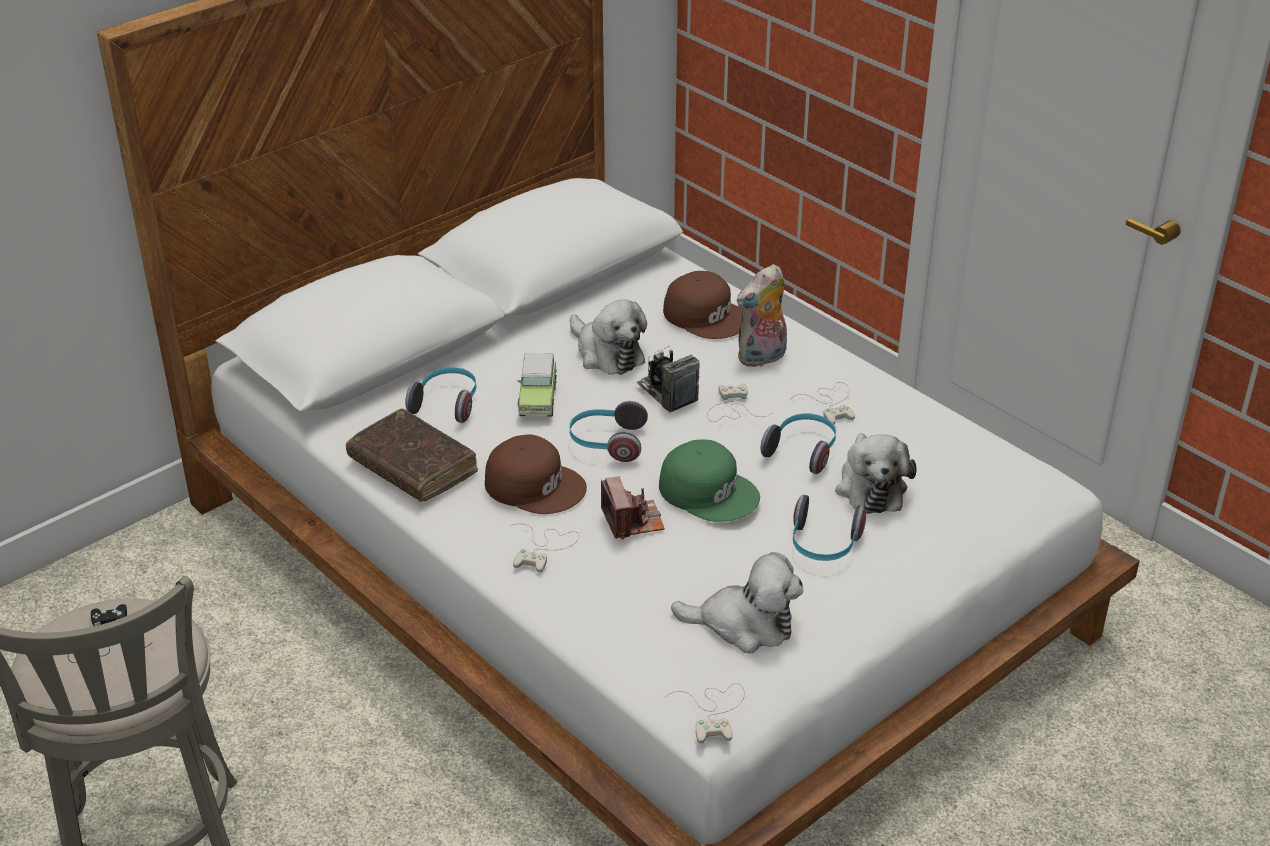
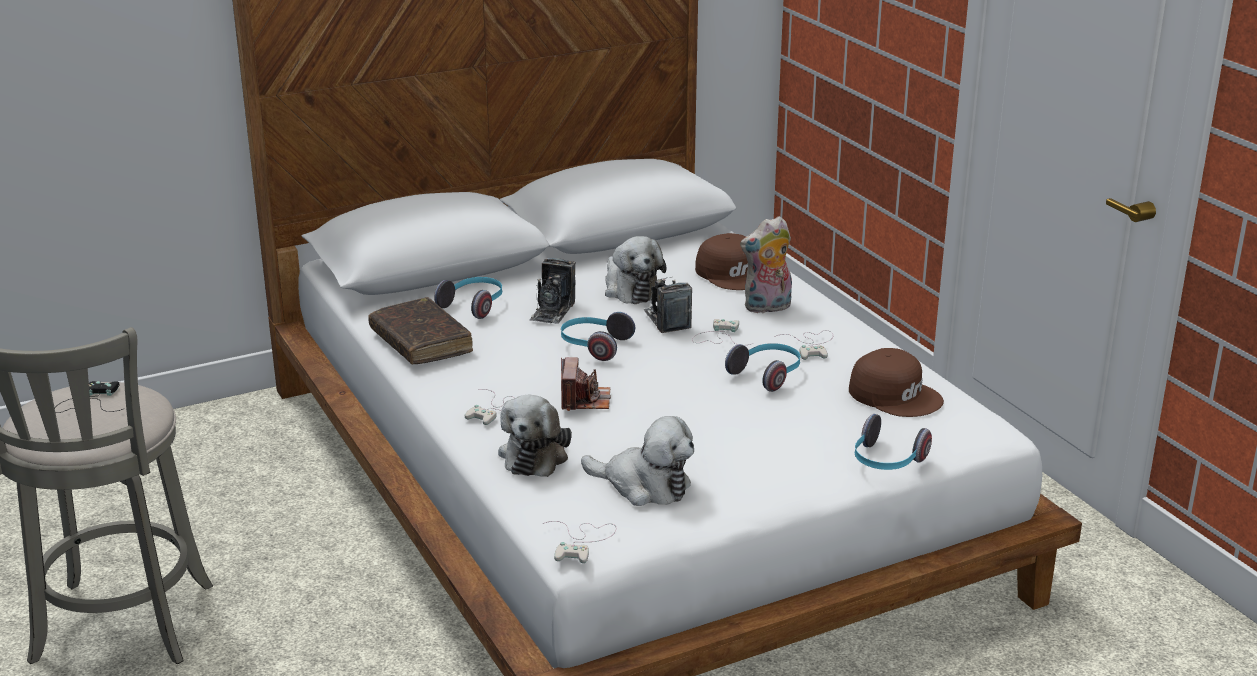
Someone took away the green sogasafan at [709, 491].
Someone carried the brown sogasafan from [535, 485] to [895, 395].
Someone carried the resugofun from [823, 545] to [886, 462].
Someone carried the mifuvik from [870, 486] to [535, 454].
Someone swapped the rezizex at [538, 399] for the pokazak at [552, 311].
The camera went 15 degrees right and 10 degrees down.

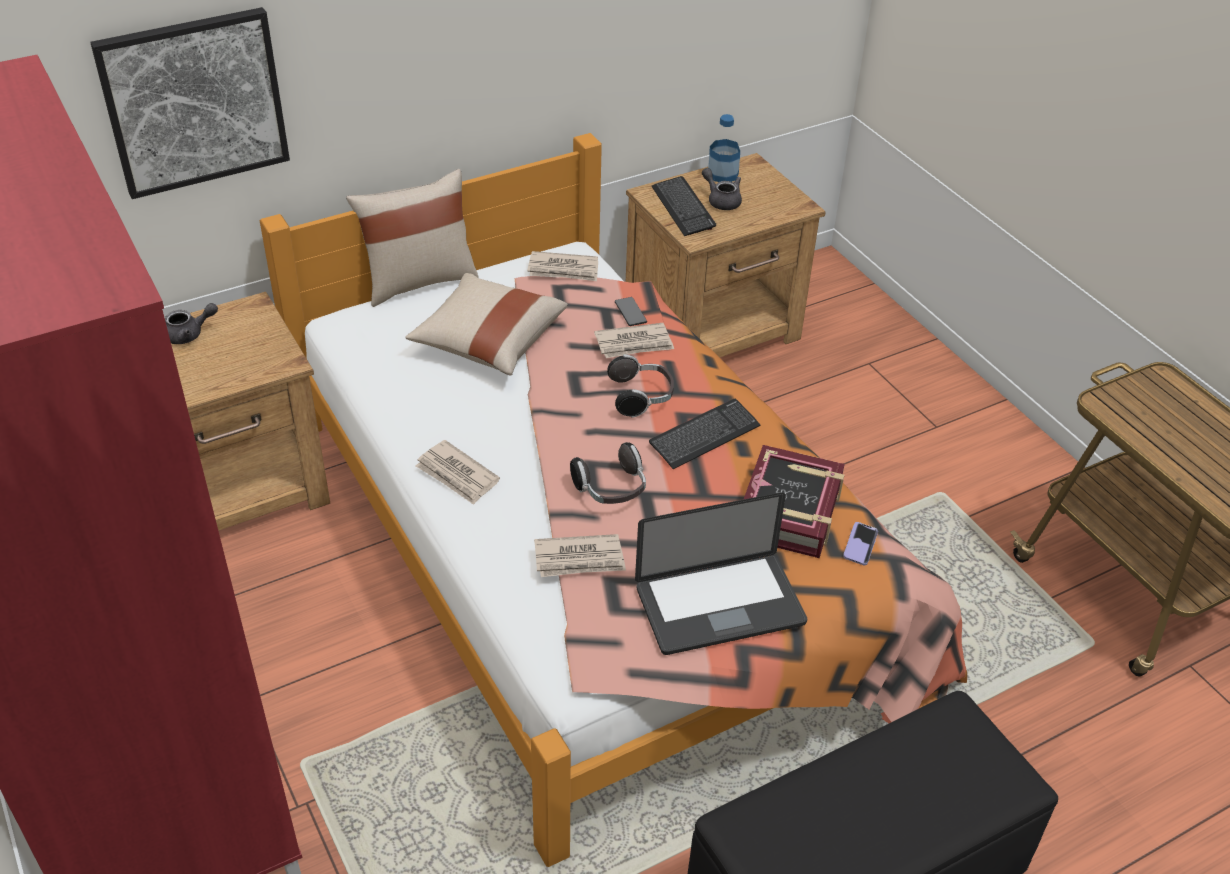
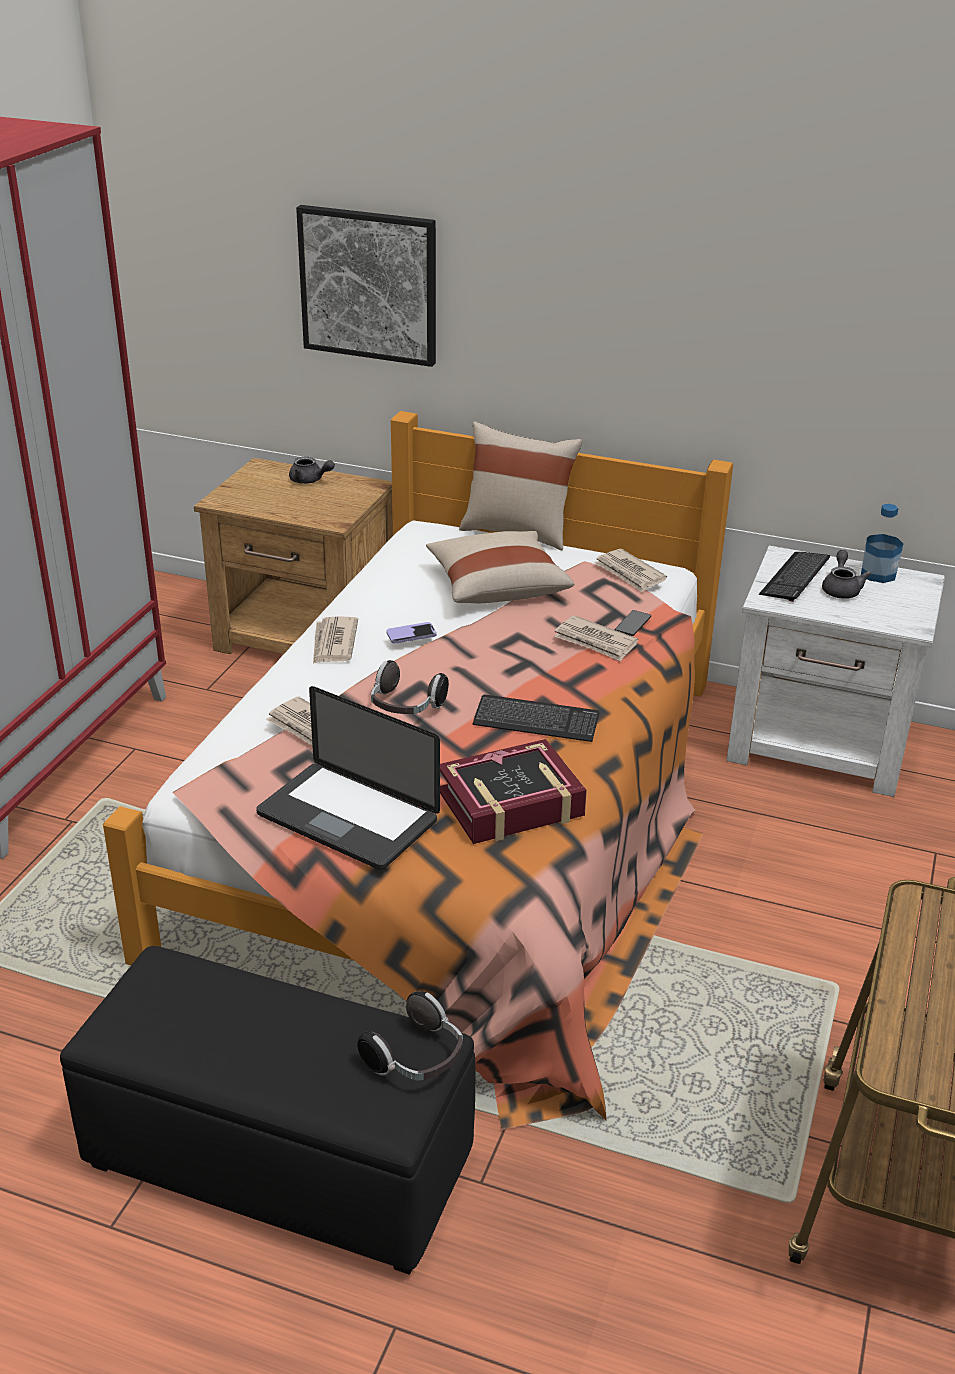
Someone carried the resugofun from [641, 397] to [416, 1058].
Someone carried the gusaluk from [860, 545] to [411, 634].
Someone repainted the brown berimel at [714, 329], which became the white berimel at [821, 745].
The camera went 50 degrees right and 10 degrees down.

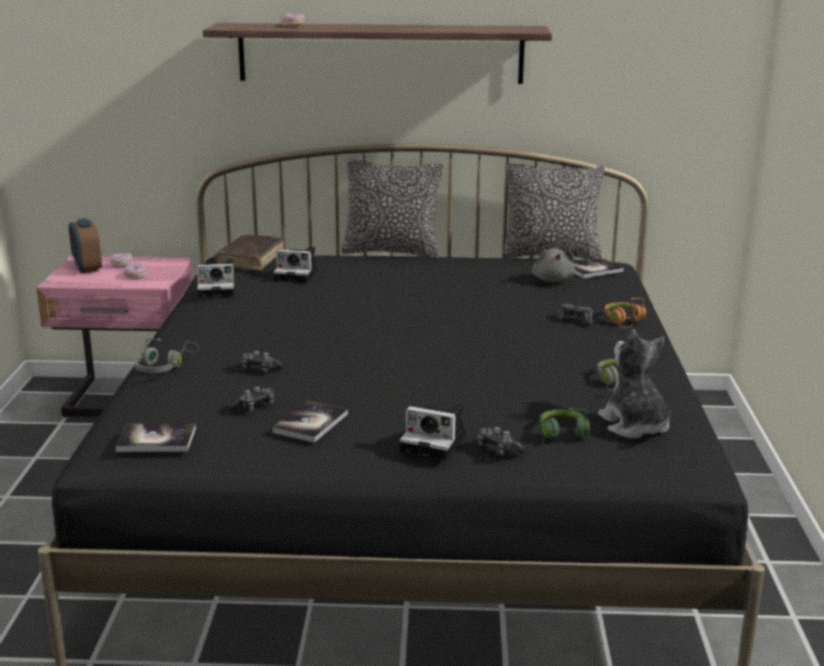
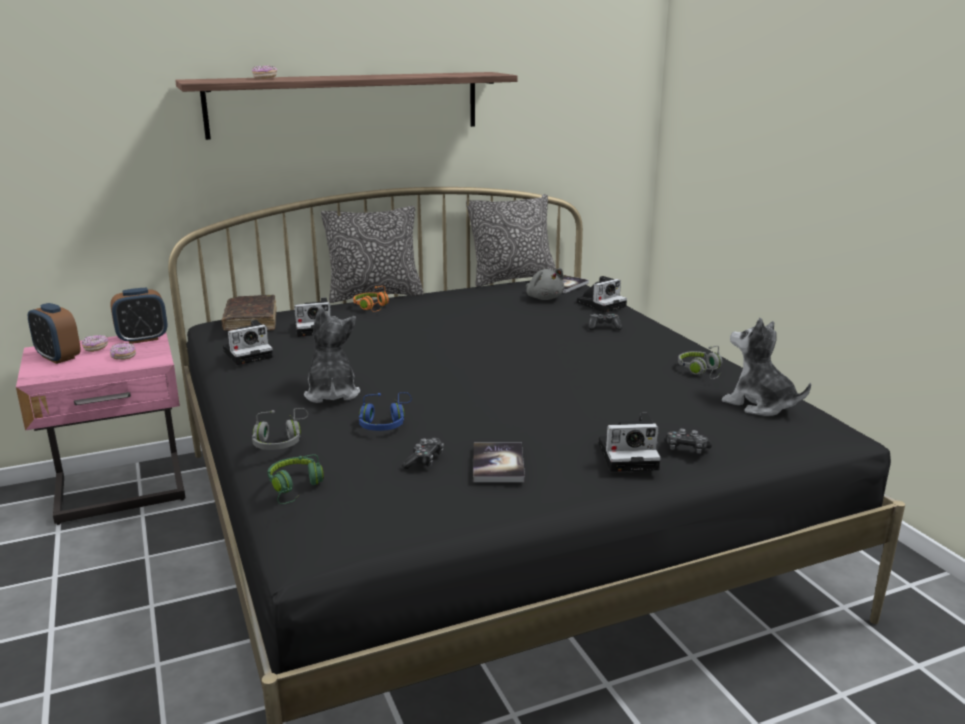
Someone took away the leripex at [156, 440].
Someone put down the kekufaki at [143, 339].
Someone put down the mifuvik at [331, 393].
Someone put down the pokazak at [602, 304].
Someone carried the green resugofun from [561, 436] to [295, 487].
Someone carried the orange resugofun from [625, 321] to [372, 307].
Someone swapped the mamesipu at [260, 369] for the blue resugofun at [385, 422].
The camera went 25 degrees left and 0 degrees up.

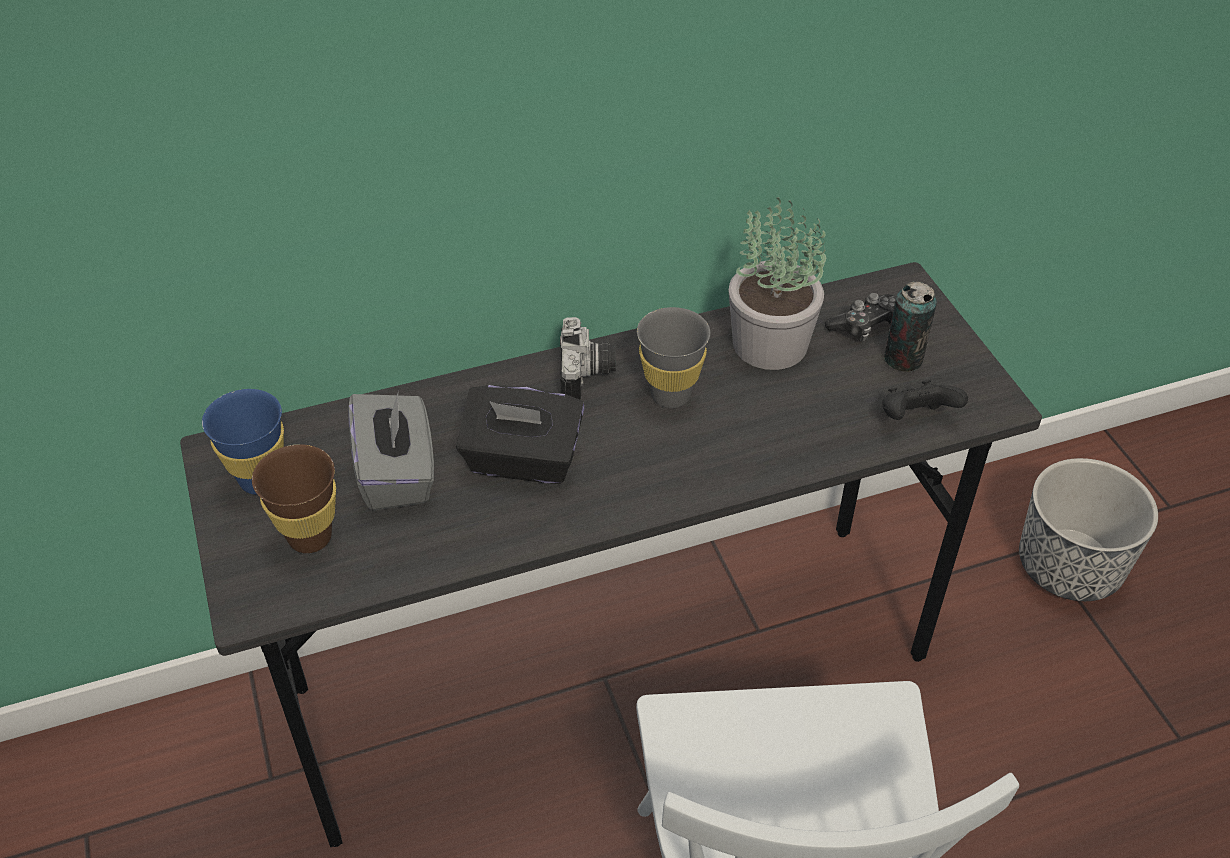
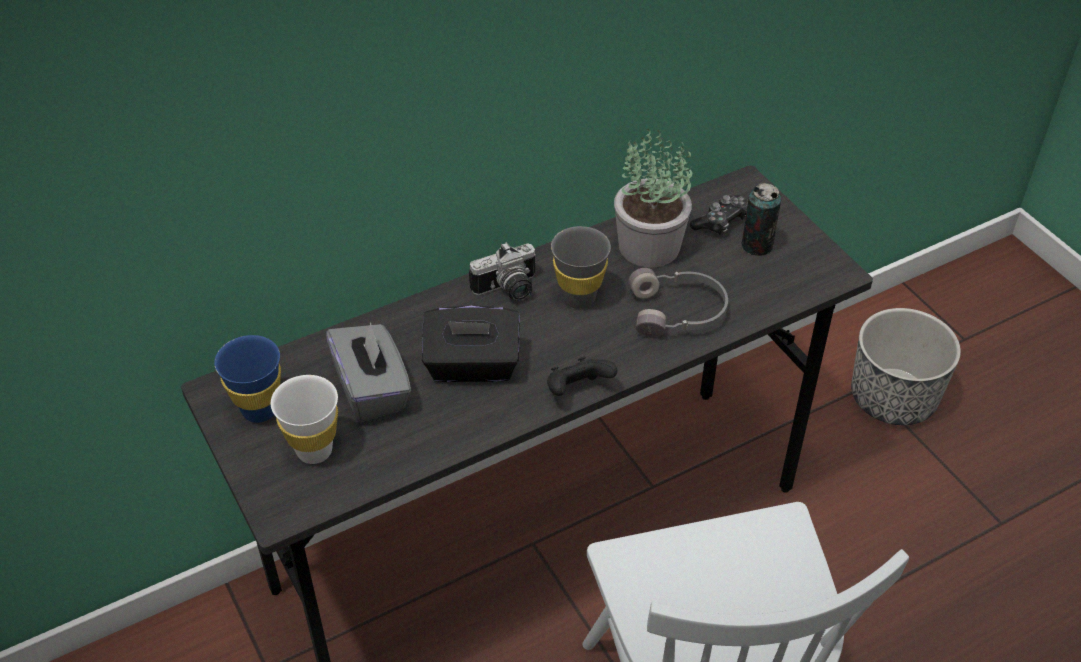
Someone put down the grey resugofun at [678, 312].
Someone carried the black mamesipu from [915, 419] to [577, 390].
Someone repainted the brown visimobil at [310, 537], which became the white visimobil at [314, 450].
Someone rotated the pokazak at [588, 376] by 75 degrees clockwise.
The camera went 10 degrees left and 0 degrees up.

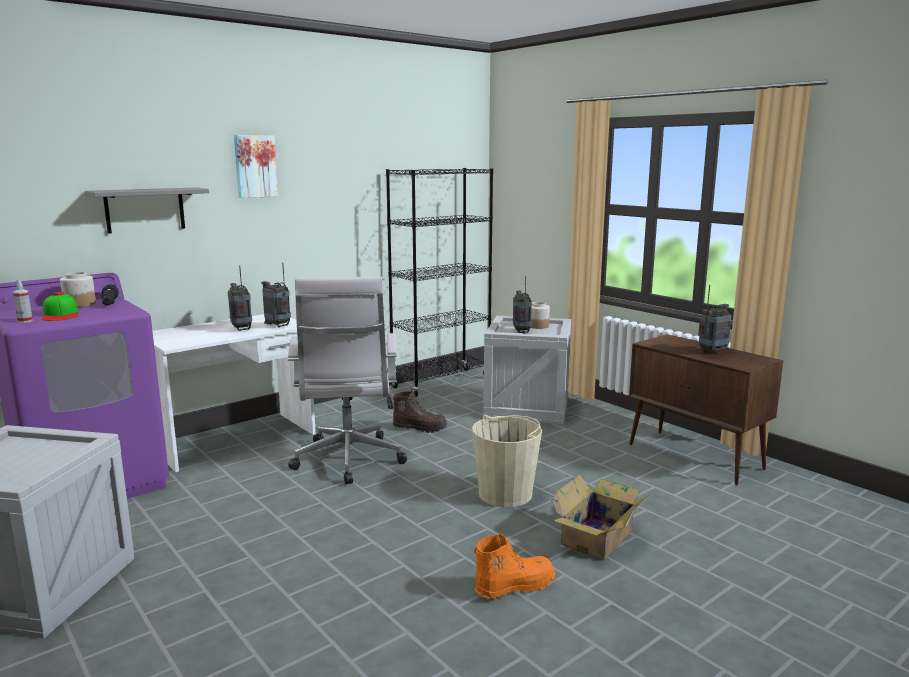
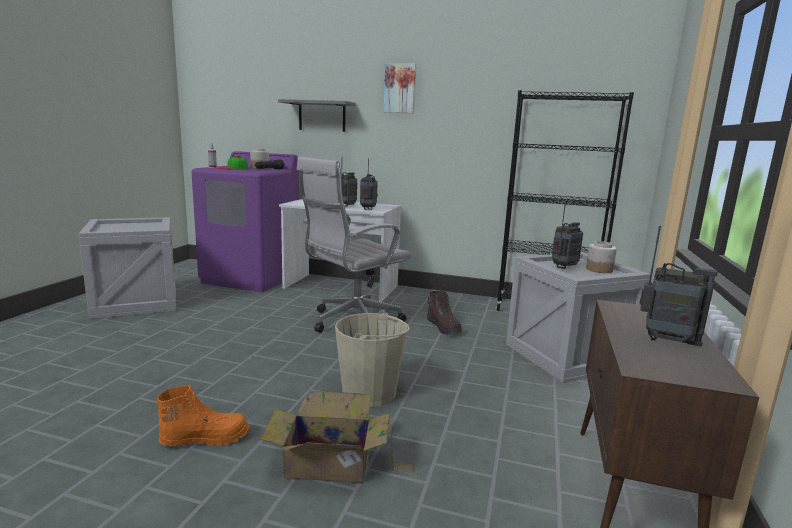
Someone rotated the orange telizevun at [514, 586] by 45 degrees counterclockwise.
The camera went 55 degrees right and 0 degrees up.

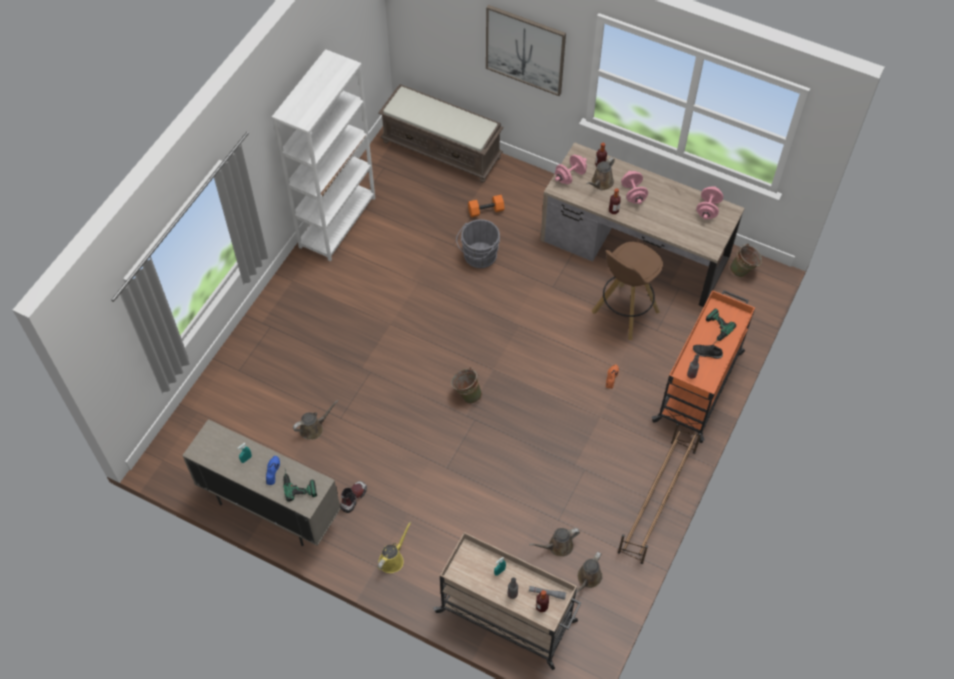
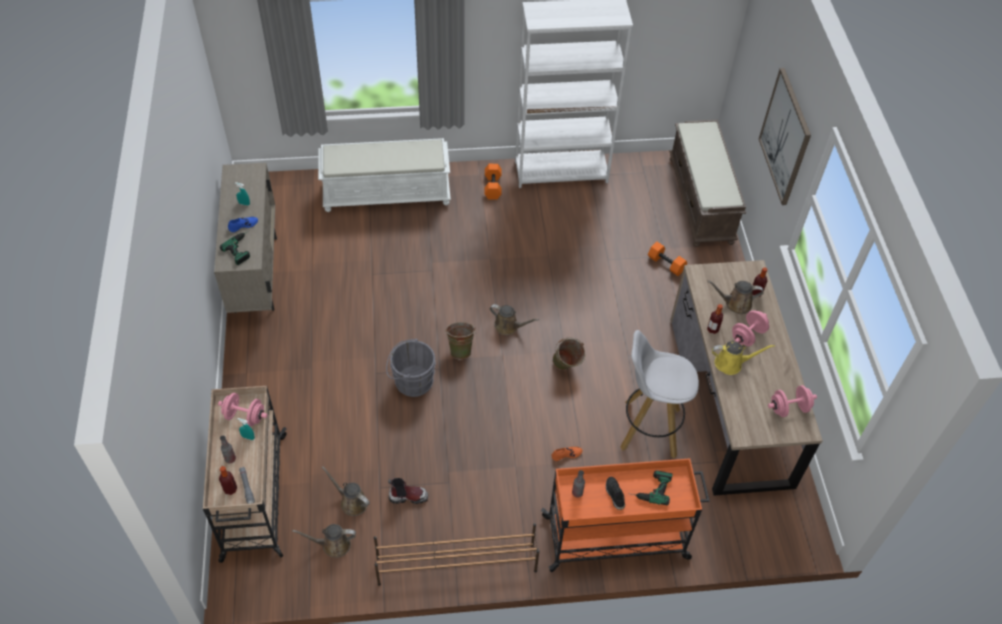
Someone put down the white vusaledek at [387, 193].
Someone put down the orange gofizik at [492, 186].
Someone carried the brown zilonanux from [313, 428] to [508, 326].
Someone carried the telizevun from [353, 498] to [408, 496].
Someone carried the yellow zilonanux from [392, 559] to [731, 363].
Someone carried the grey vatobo from [478, 257] to [411, 381].
Someone carried the pink gofizik from [570, 176] to [245, 416].
Someone carried the green vatobo from [743, 271] to [566, 367].
Someone repainted the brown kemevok at [624, 312], which became the white kemevok at [648, 428].
The camera went 55 degrees right and 5 degrees down.

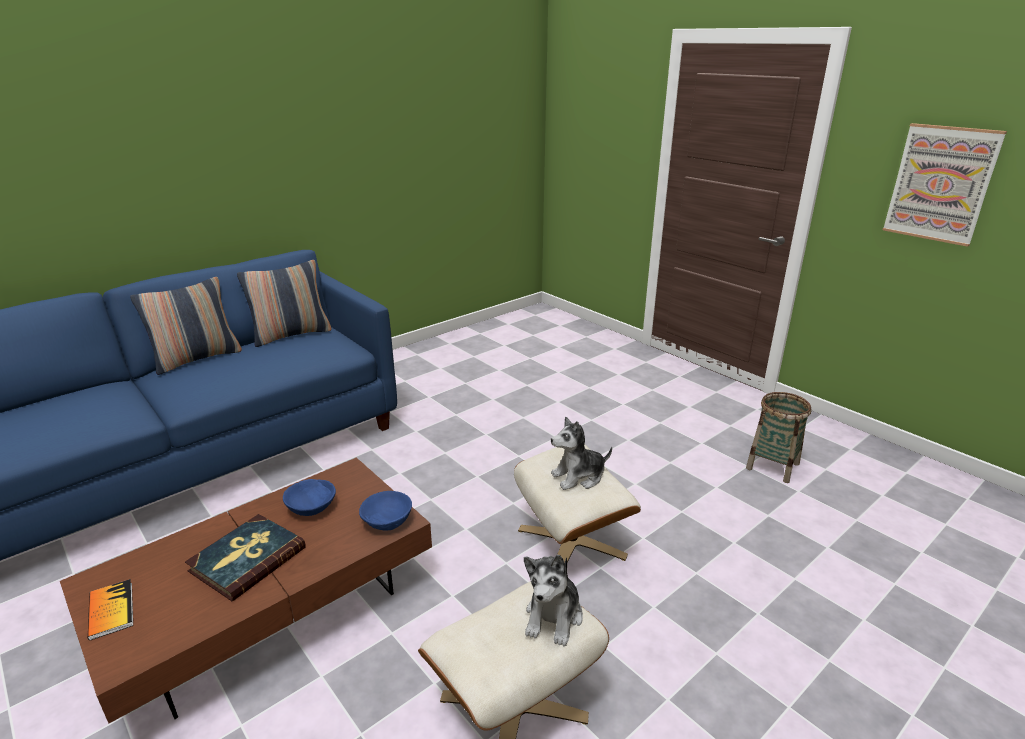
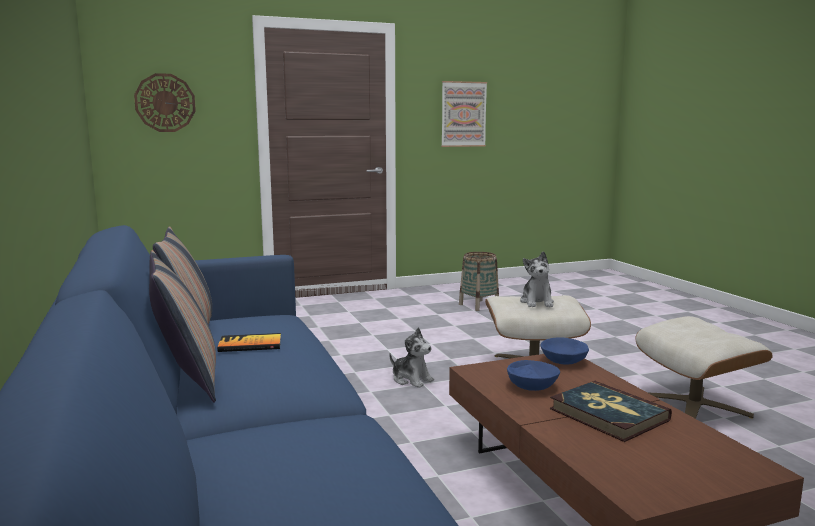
Someone put up the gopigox at [165, 103].
Someone carried the leripex from [111, 610] to [250, 345].
Someone carried the mifuvik from [554, 617] to [411, 379].
The camera went 70 degrees left and 15 degrees down.

